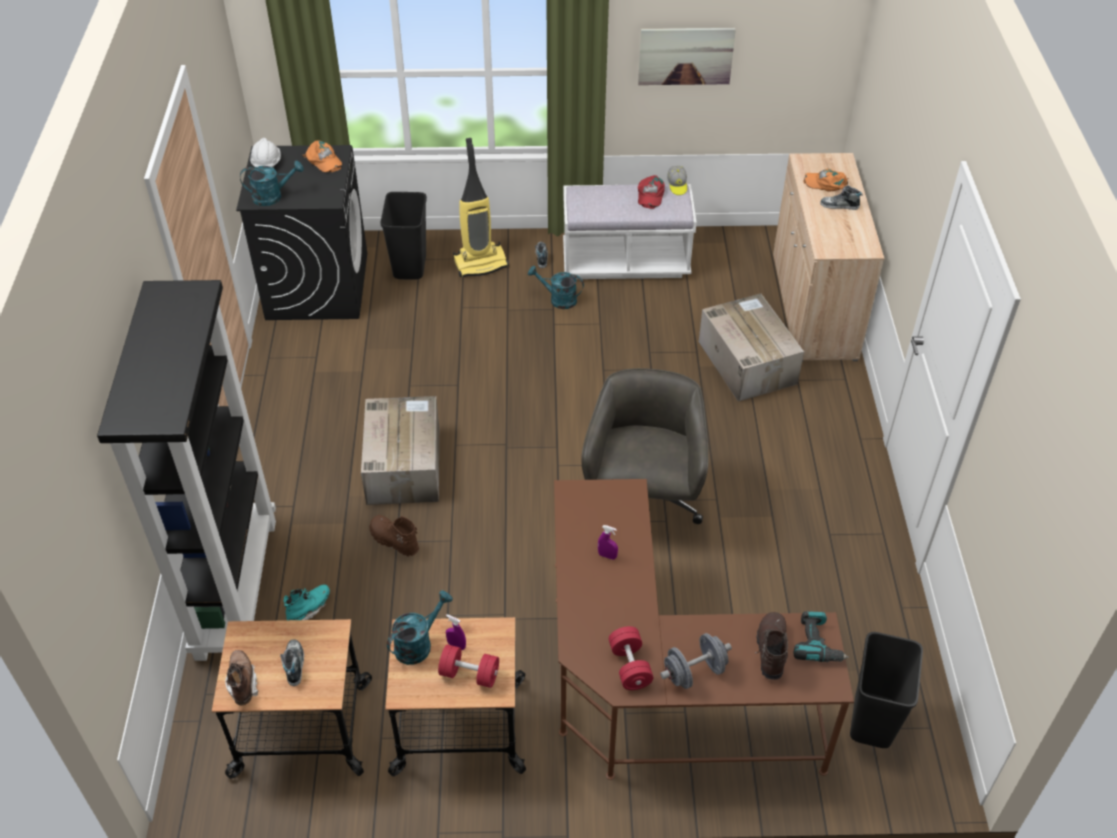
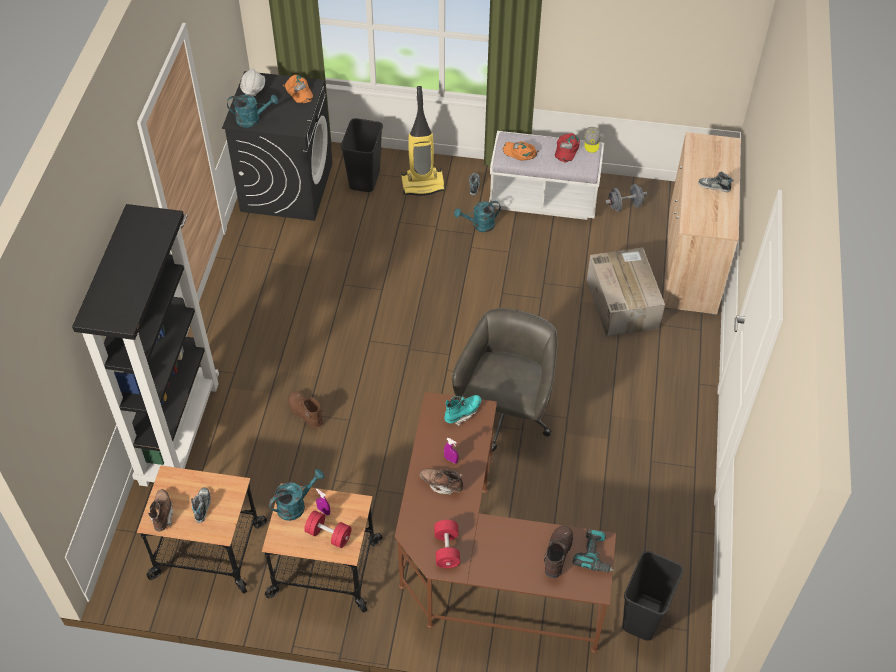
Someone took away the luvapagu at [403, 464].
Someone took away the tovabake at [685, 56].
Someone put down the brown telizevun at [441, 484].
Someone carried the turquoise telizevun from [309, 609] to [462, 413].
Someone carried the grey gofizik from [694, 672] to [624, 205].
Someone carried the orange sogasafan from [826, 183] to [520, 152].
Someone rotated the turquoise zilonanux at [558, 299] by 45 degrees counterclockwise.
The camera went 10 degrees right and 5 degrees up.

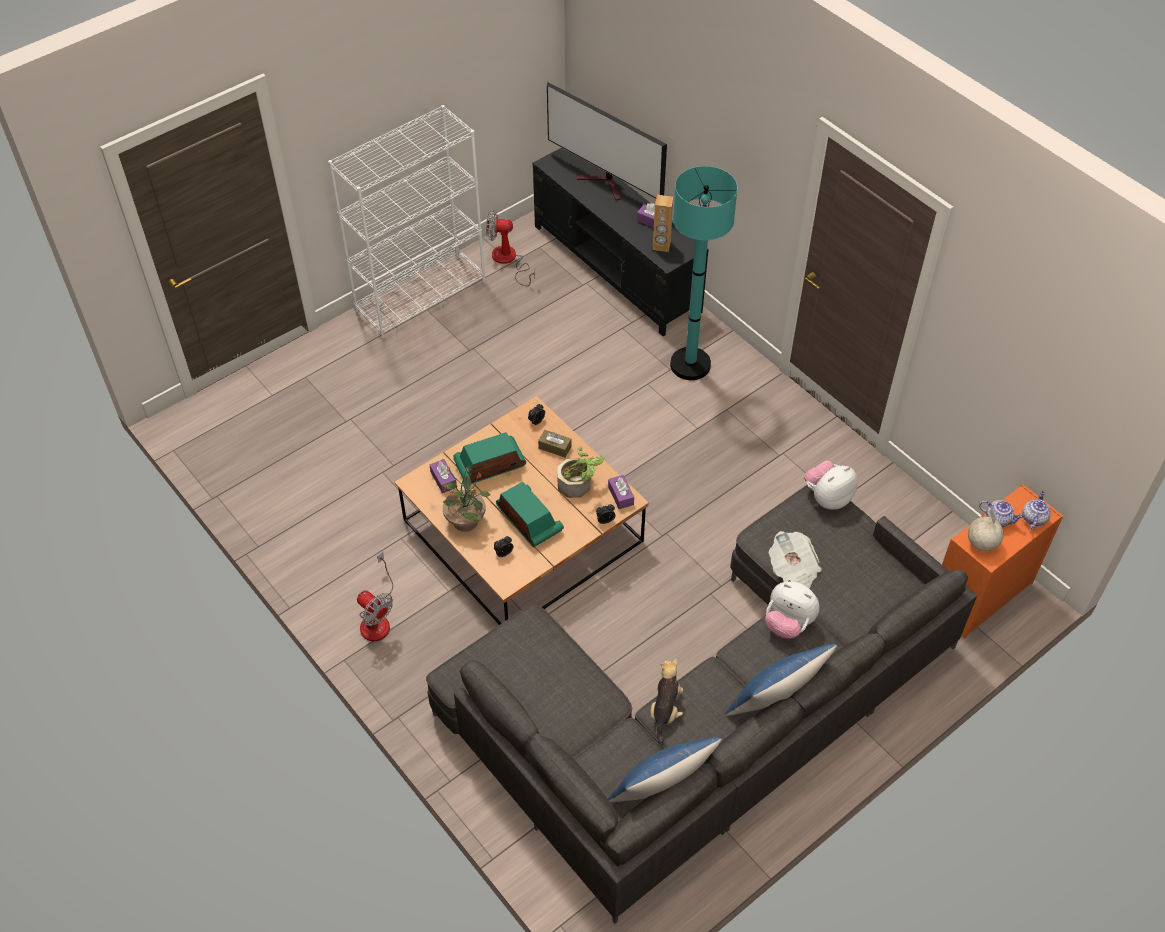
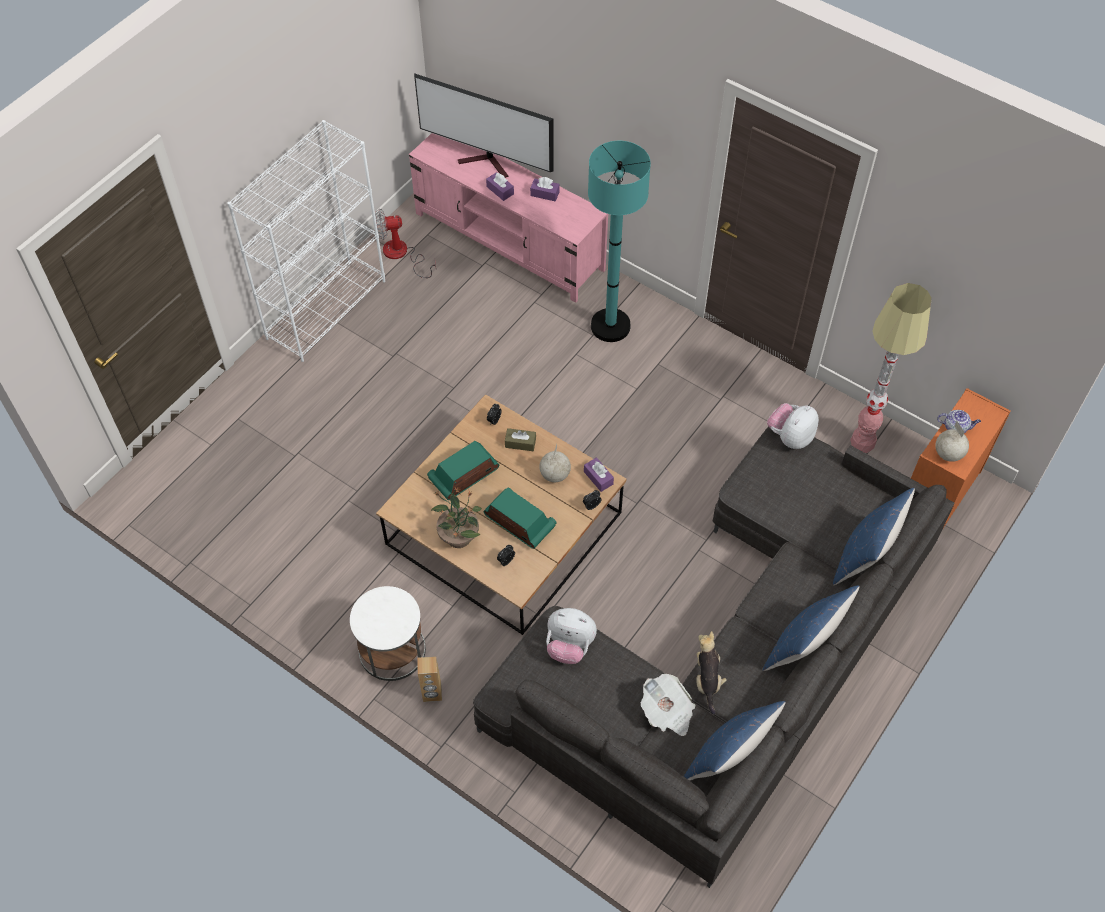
Someone took away the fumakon at [1033, 518].
Someone put down the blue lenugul at [865, 556].
Someone put down the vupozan at [862, 443].
Someone carried the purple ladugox from [443, 480] to [500, 190].
Someone carried the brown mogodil from [661, 246] to [432, 693].
Someone carried the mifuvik from [788, 623] to [569, 646].
Someone carried the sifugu from [793, 569] to [667, 712].
Someone swapped the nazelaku at [377, 618] for the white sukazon at [392, 649].
Someone swapped the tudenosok at [579, 484] for the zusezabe at [555, 475].
Someone repainted the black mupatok at [616, 268], which became the pink mupatok at [510, 242].
The camera went 15 degrees left and 5 degrees up.

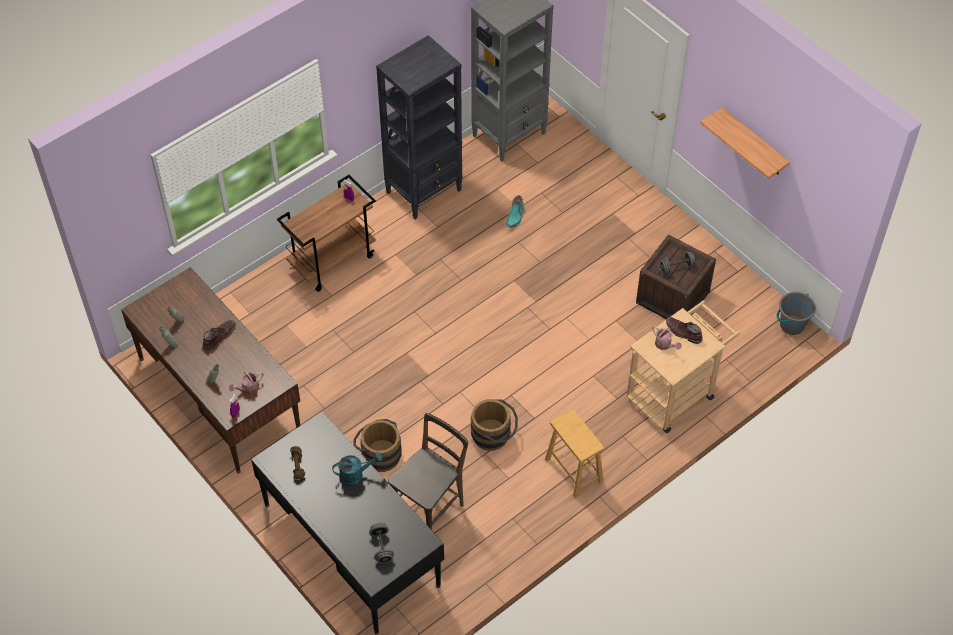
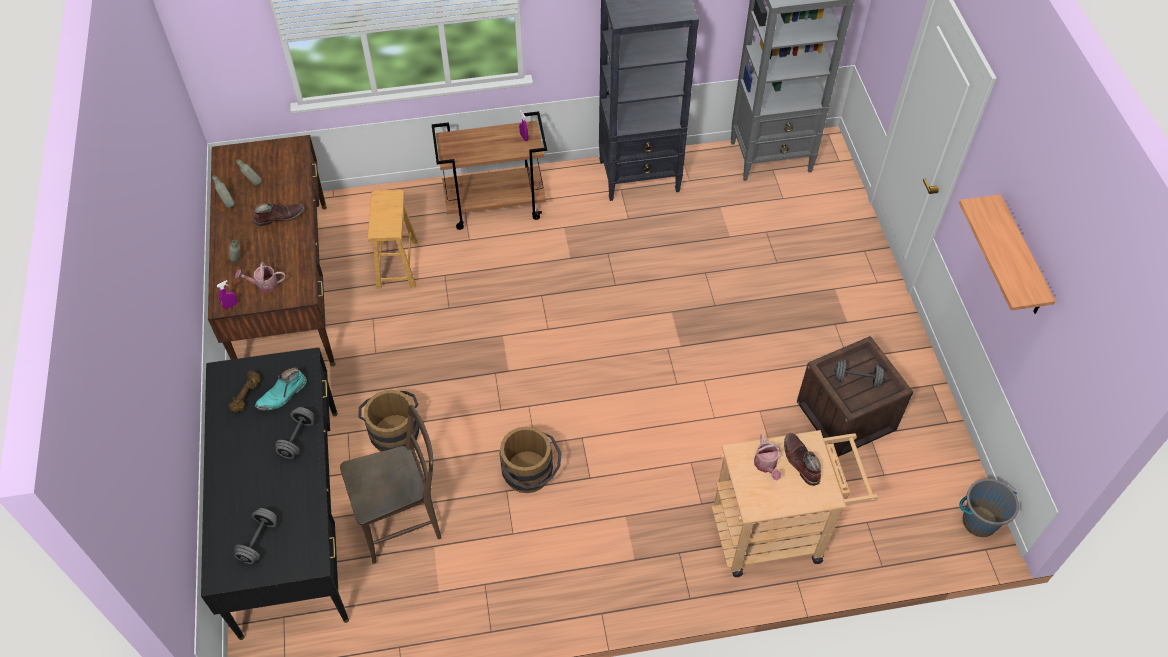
Someone carried the turquoise telizevun from [515, 216] to [282, 395].
Someone carried the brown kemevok from [574, 470] to [397, 264].
Someone swapped the turquoise zilonanux at [356, 475] for the grey gofizik at [297, 438].
The camera went 30 degrees right and 0 degrees up.

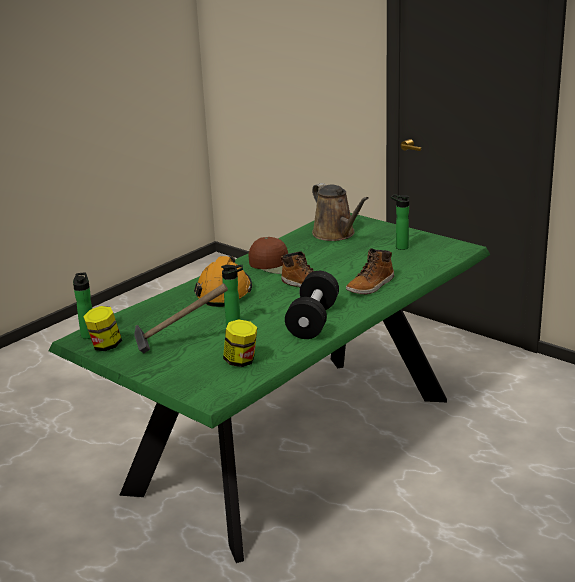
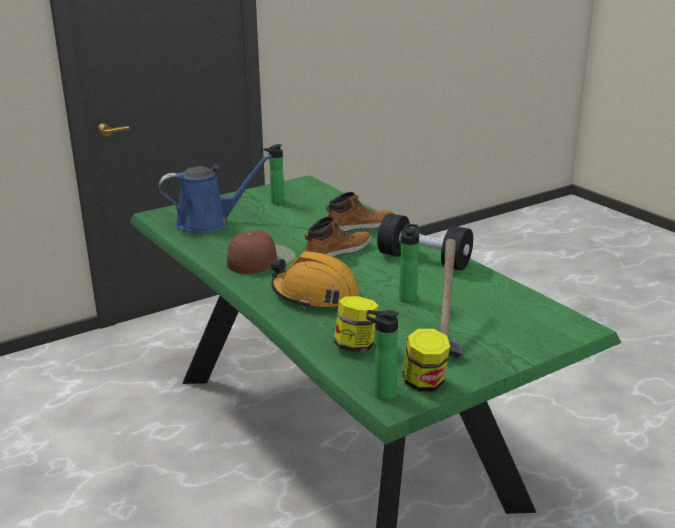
Someone carried the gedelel from [241, 361] to [356, 346].
Someone repainted the brown zilonanux at [336, 234], which became the blue zilonanux at [208, 223].
Someone rotated the telizevun at [371, 286] by 75 degrees counterclockwise.
The camera went 75 degrees left and 0 degrees up.

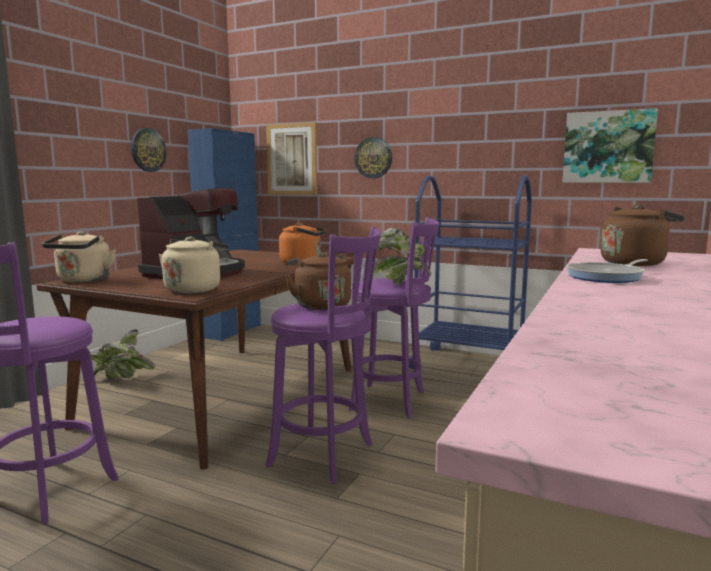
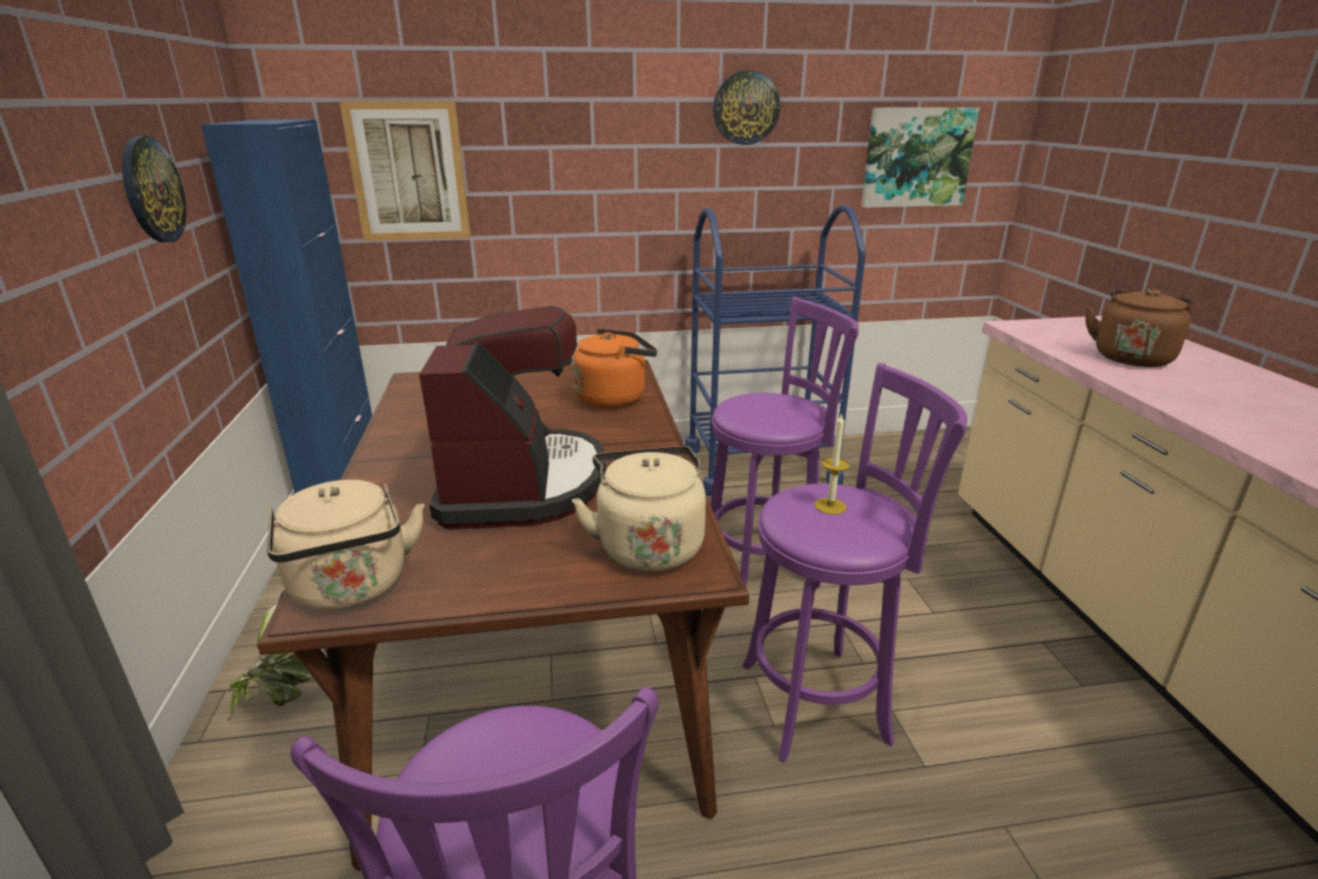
Someone took away the tudenosok at [400, 282].
Someone took away the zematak at [607, 277].
Someone carried the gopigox from [373, 158] to [746, 108].
Someone swapped the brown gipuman at [320, 305] for the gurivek at [830, 506].
The camera went 35 degrees left and 15 degrees up.

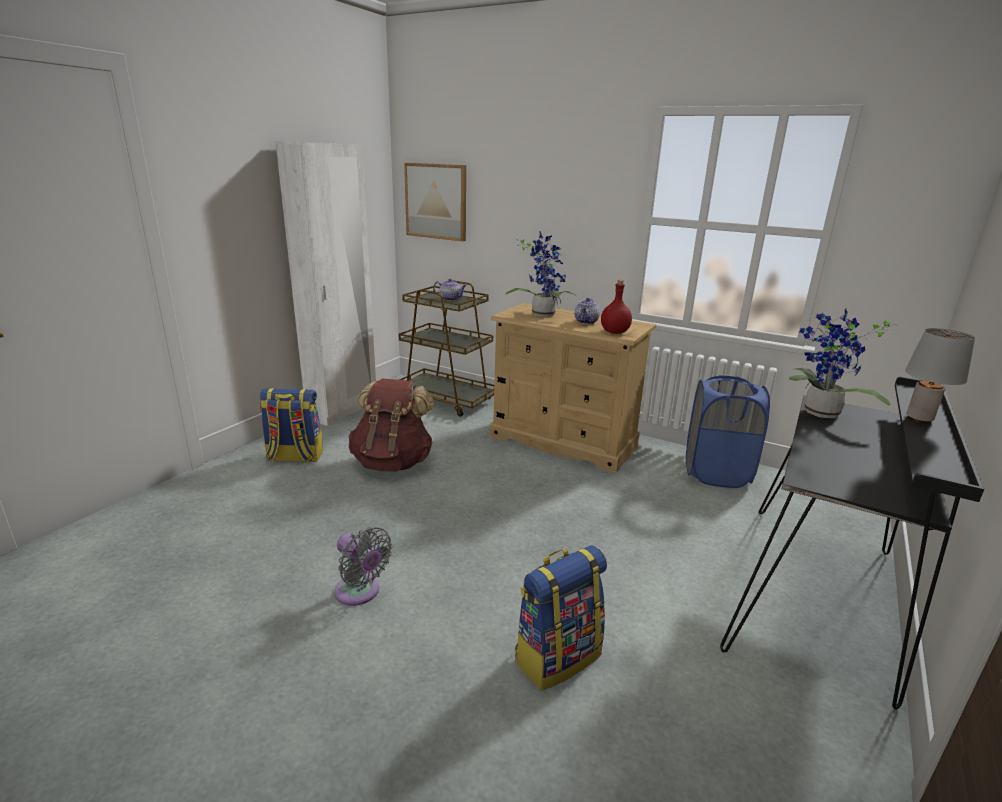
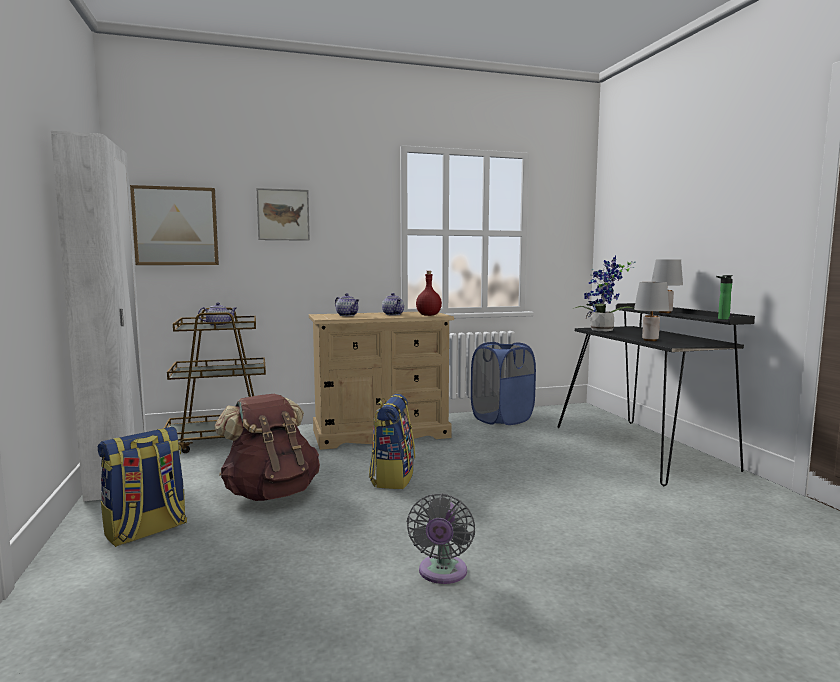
Someone put up the tovabake at [283, 214].
Someone put down the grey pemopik at [650, 340].
Someone put down the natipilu at [721, 319].
Someone carried the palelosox from [557, 656] to [392, 478].
Someone swapped the tudenosok at [542, 313] for the fumakon at [347, 315].
Someone rotated the grey nazelaku at [360, 592] by 105 degrees clockwise.
The camera went 45 degrees left and 15 degrees down.

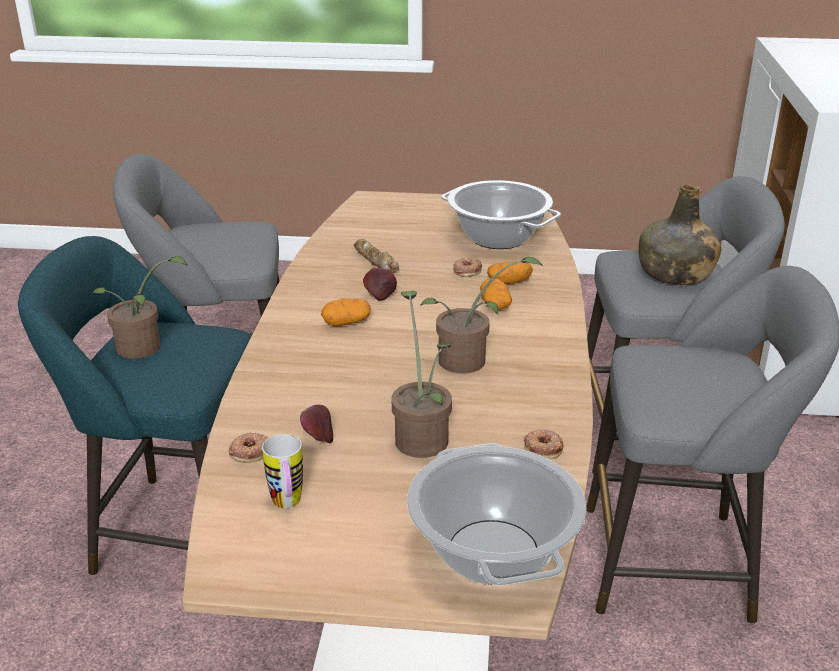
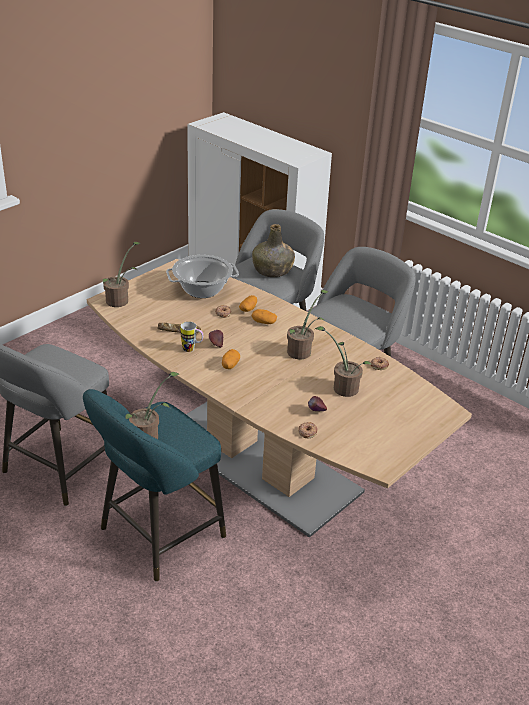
Someone took away the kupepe at [494, 553].
Someone put down the tudenosok at [120, 300].
Someone carried the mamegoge from [287, 505] to [192, 349].
The camera went 55 degrees left and 5 degrees up.

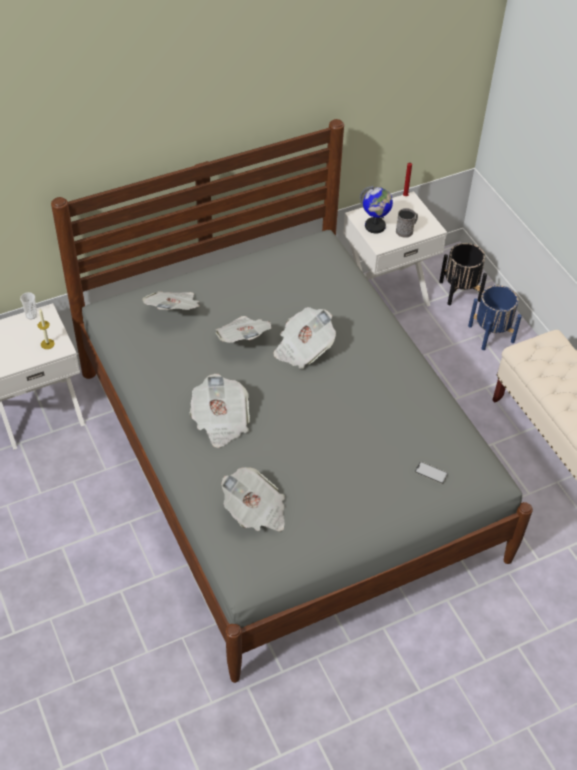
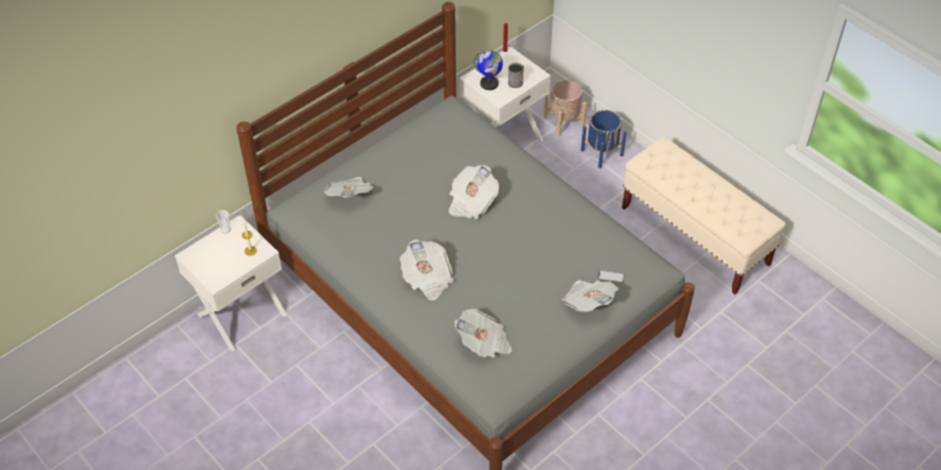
Someone carried the sifugu from [243, 339] to [588, 302].
Someone repainted the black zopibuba at [460, 291], which became the beige zopibuba at [563, 122].
The camera went 15 degrees left and 0 degrees up.

